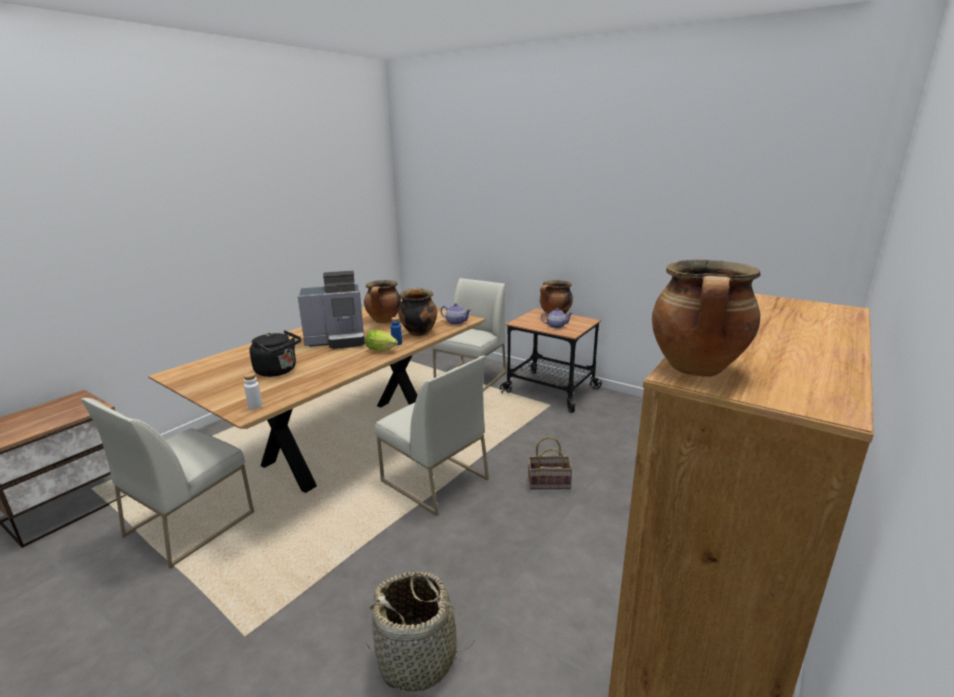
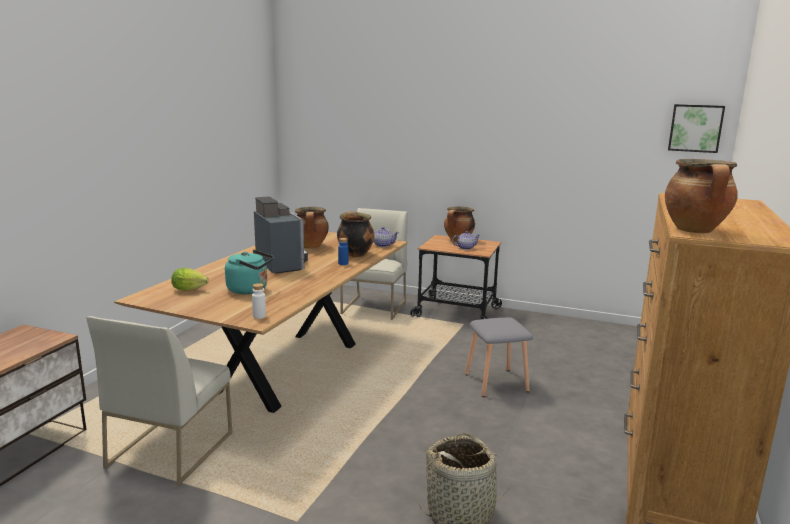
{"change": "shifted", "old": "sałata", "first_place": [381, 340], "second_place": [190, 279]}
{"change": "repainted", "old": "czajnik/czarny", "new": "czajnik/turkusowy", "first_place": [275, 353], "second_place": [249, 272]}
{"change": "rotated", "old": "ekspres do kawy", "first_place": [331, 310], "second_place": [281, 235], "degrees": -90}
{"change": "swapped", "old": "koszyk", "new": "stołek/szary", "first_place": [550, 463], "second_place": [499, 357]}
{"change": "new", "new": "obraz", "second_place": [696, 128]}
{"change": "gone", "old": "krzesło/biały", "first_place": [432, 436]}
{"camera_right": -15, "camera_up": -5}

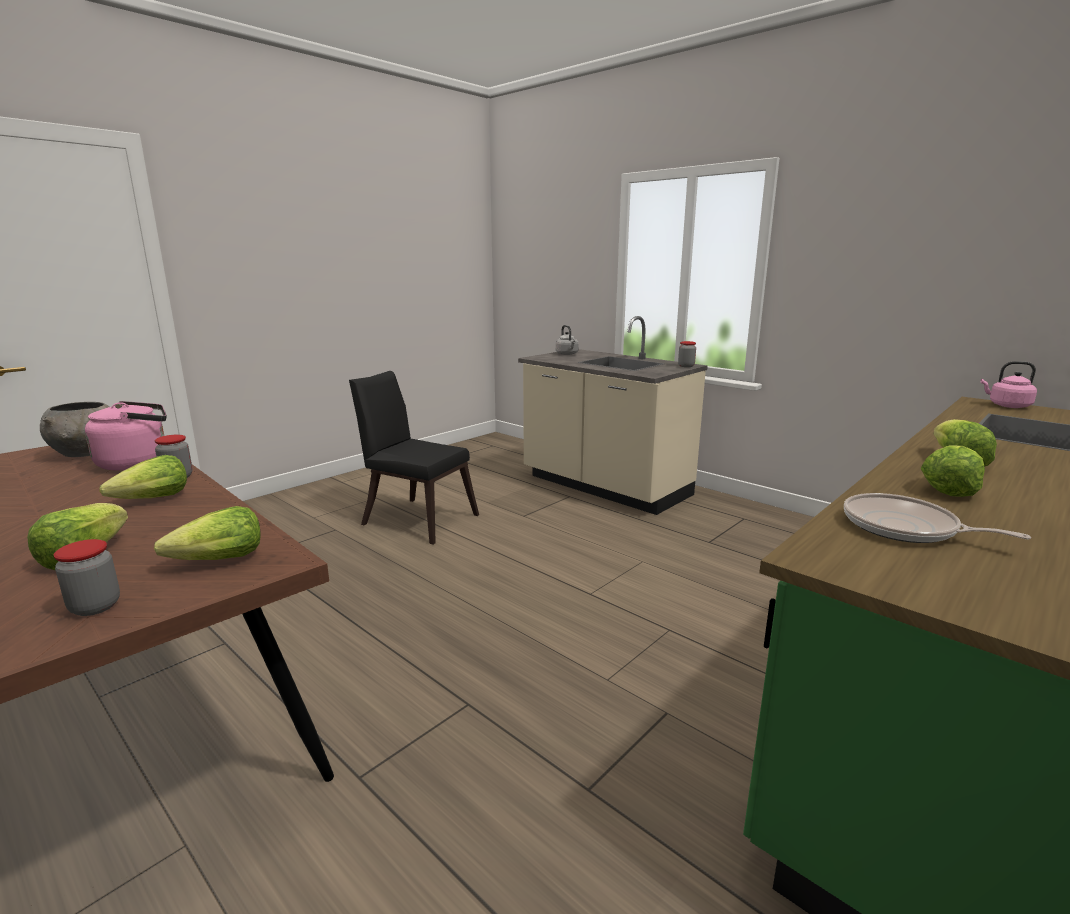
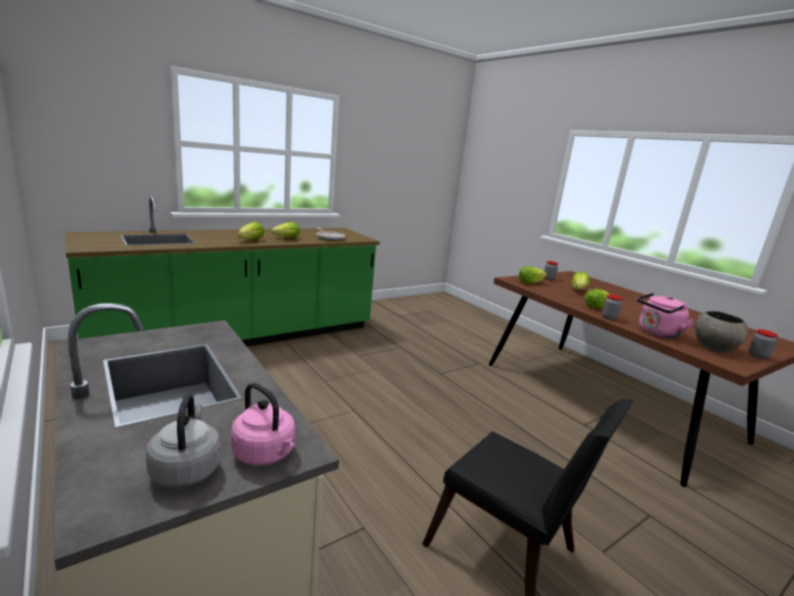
{"change": "shifted", "old": "czajnik/różowy", "first_place": [1008, 384], "second_place": [263, 424]}
{"change": "shifted", "old": "słoik", "first_place": [687, 354], "second_place": [763, 344]}
{"camera_right": -170, "camera_up": 0}

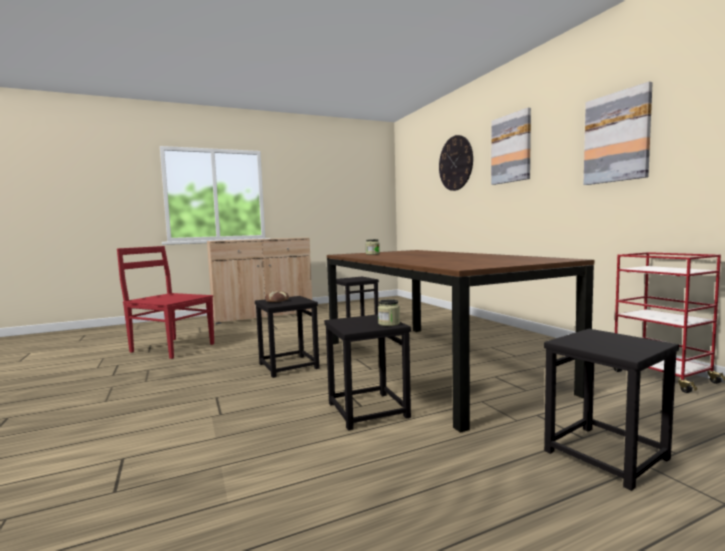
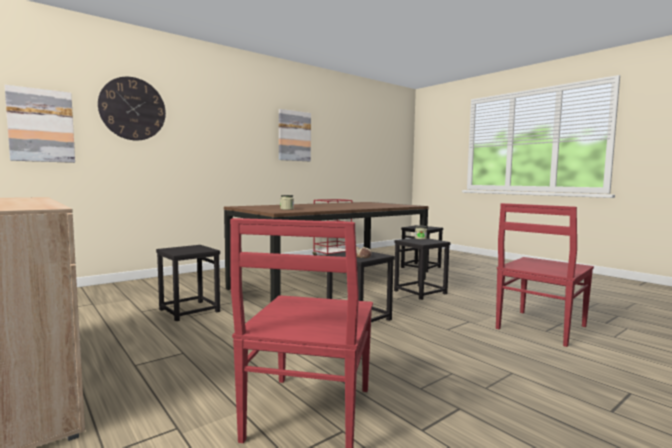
{"change": "shifted", "old": "obraz", "first_place": [511, 146], "second_place": [40, 124]}
{"change": "new", "new": "krzesło/czerwony", "second_place": [545, 275]}
{"camera_right": -105, "camera_up": 0}

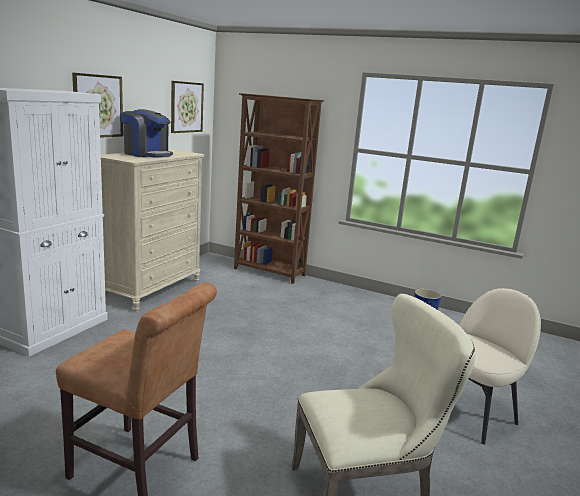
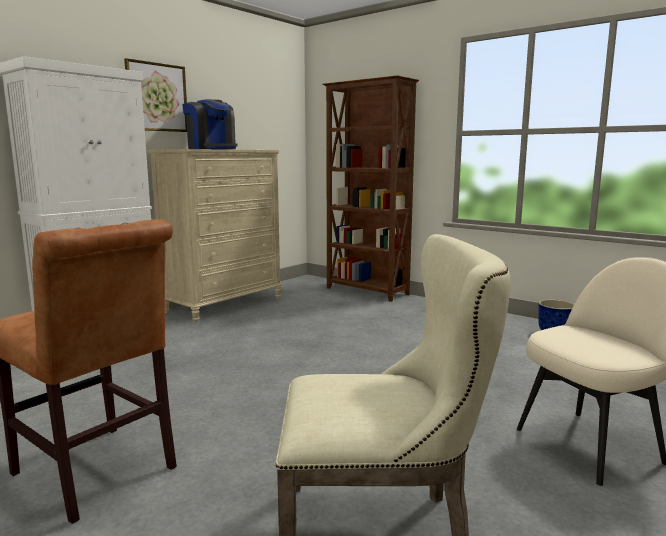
{"change": "gone", "old": "obraz", "first_place": [187, 107]}
{"camera_right": 15, "camera_up": -5}

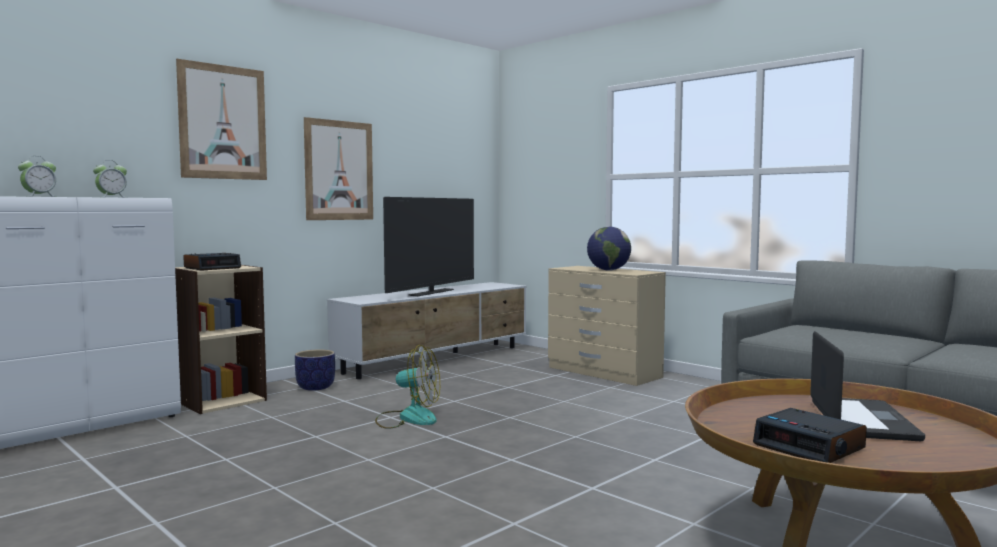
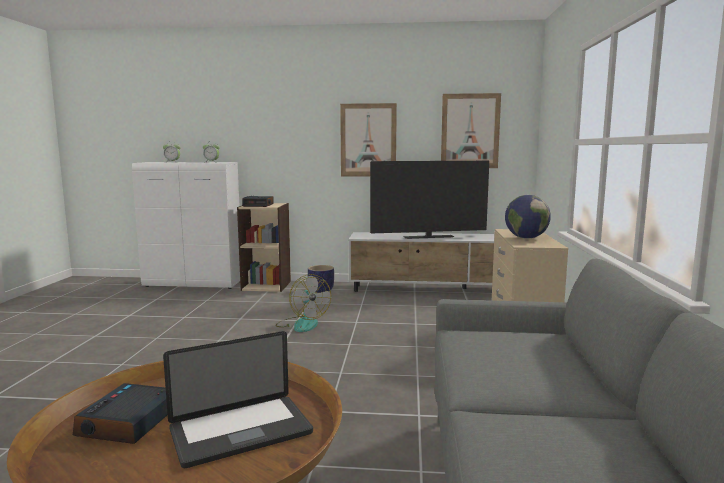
{"change": "shifted", "old": "obraz", "first_place": [221, 119], "second_place": [471, 130]}
{"camera_right": 50, "camera_up": 5}

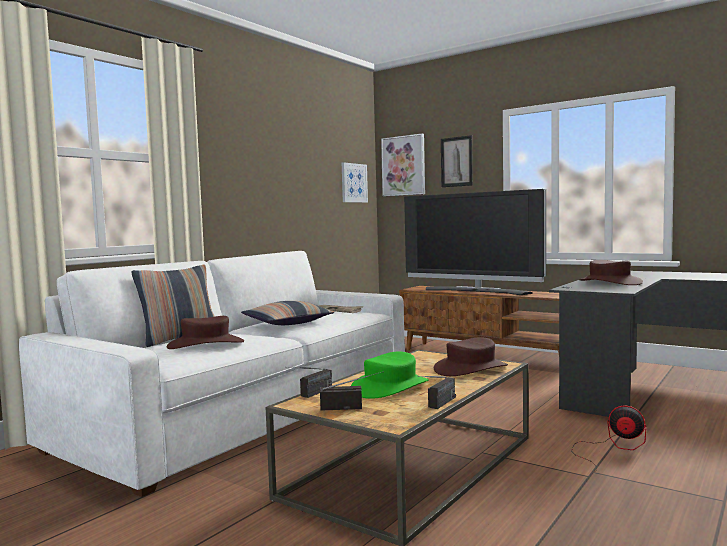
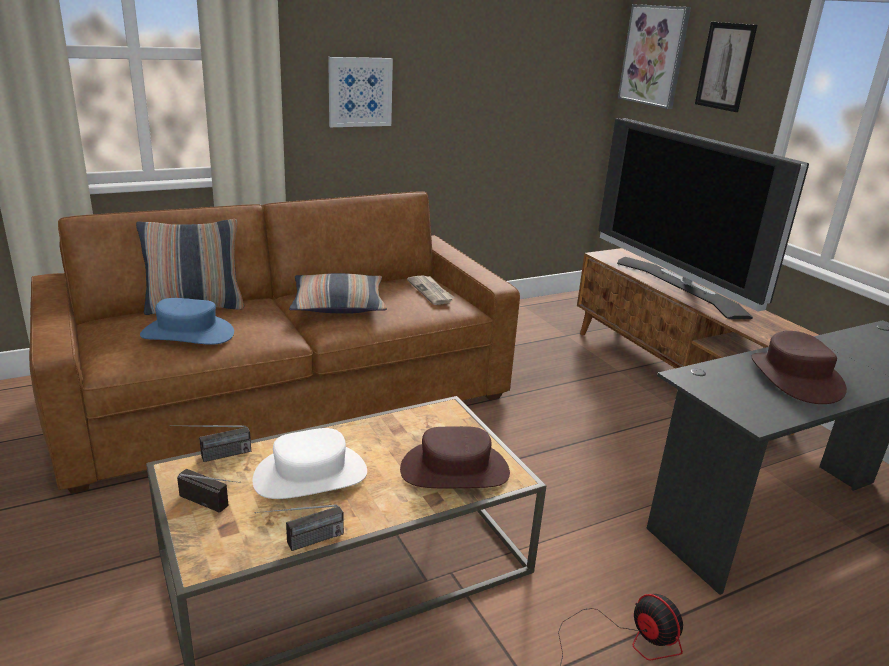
{"change": "repainted", "old": "kanapa/biały", "new": "kanapa/brązowy", "first_place": [212, 374], "second_place": [274, 343]}
{"change": "repainted", "old": "kapelusz/brązowy", "new": "kapelusz/niebieski", "first_place": [205, 332], "second_place": [187, 321]}
{"change": "repainted", "old": "kapelusz/zielony", "new": "kapelusz/biały", "first_place": [390, 375], "second_place": [310, 463]}
{"change": "shifted", "old": "obraz", "first_place": [355, 182], "second_place": [360, 92]}
{"camera_right": 25, "camera_up": 20}

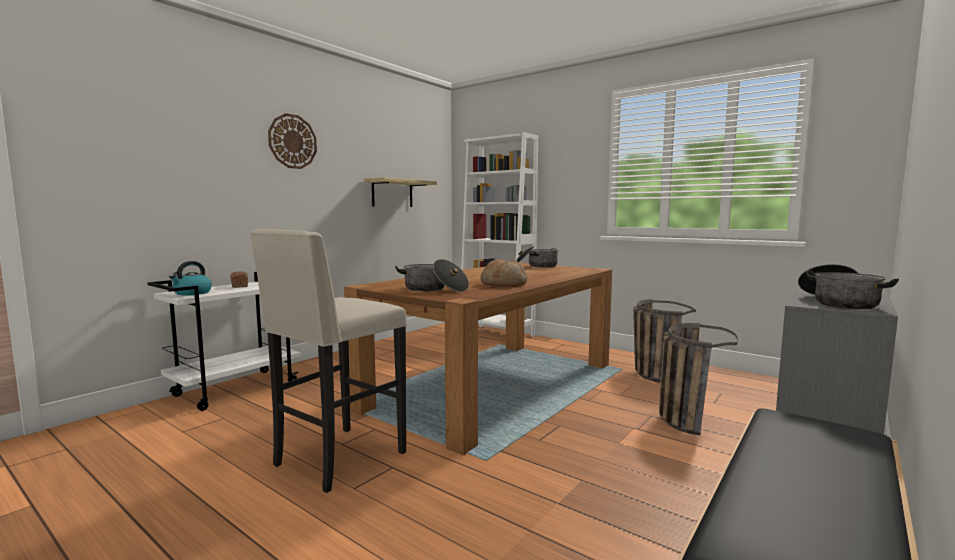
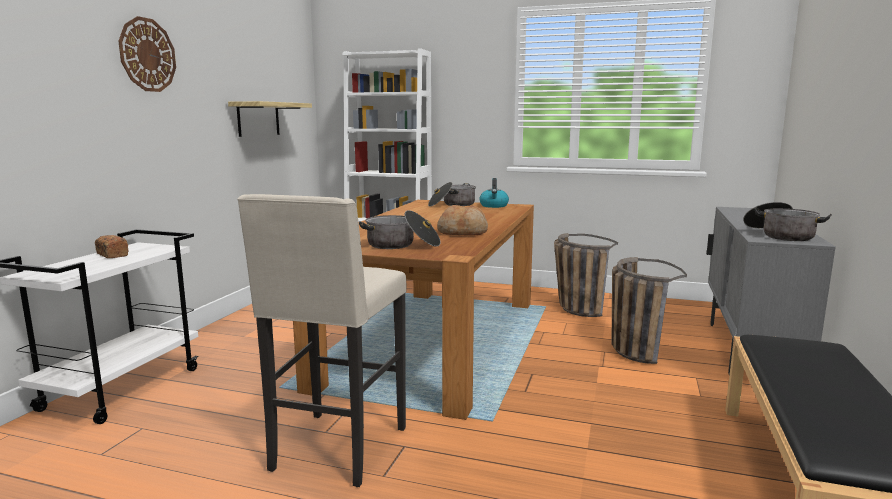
{"change": "shifted", "old": "czajnik", "first_place": [190, 278], "second_place": [494, 193]}
{"camera_right": -20, "camera_up": 5}

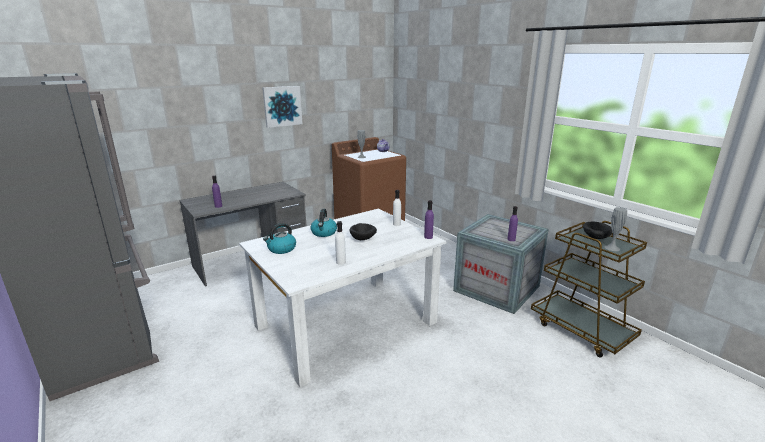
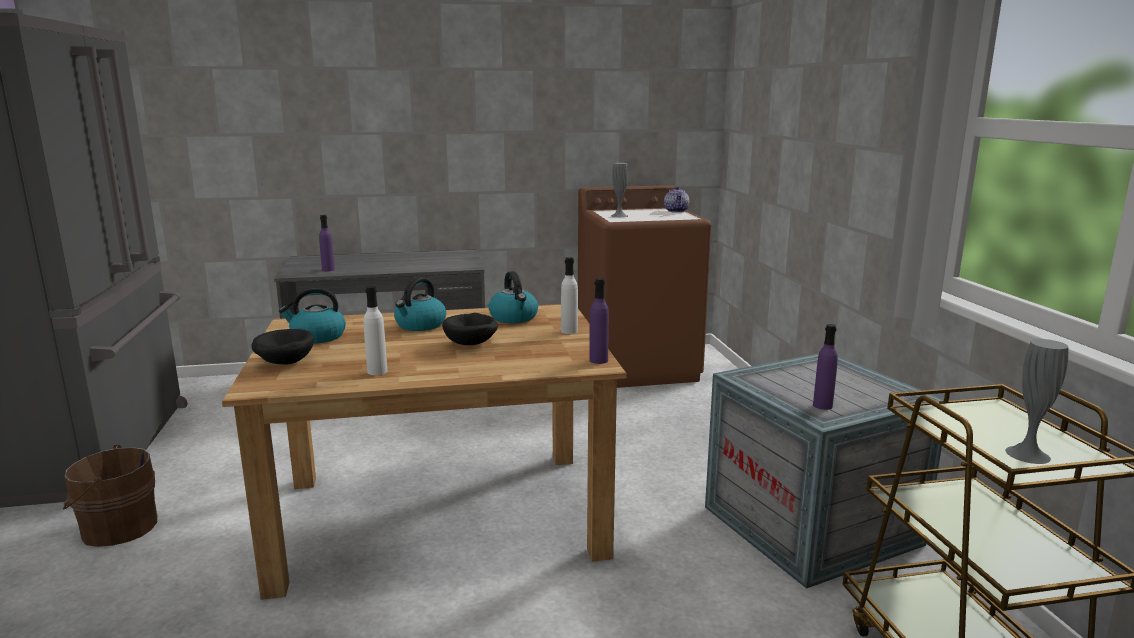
{"change": "new", "new": "wiadro/brązowy", "second_place": [110, 495]}
{"change": "repainted", "old": "stół jadalny/biały", "new": "stół jadalny/brązowy", "first_place": [343, 297], "second_place": [424, 452]}
{"change": "shifted", "old": "miska/czarny", "first_place": [597, 230], "second_place": [283, 347]}
{"change": "new", "new": "czajnik", "second_place": [513, 297]}
{"change": "gone", "old": "obraz", "first_place": [282, 107]}
{"camera_right": 25, "camera_up": -5}

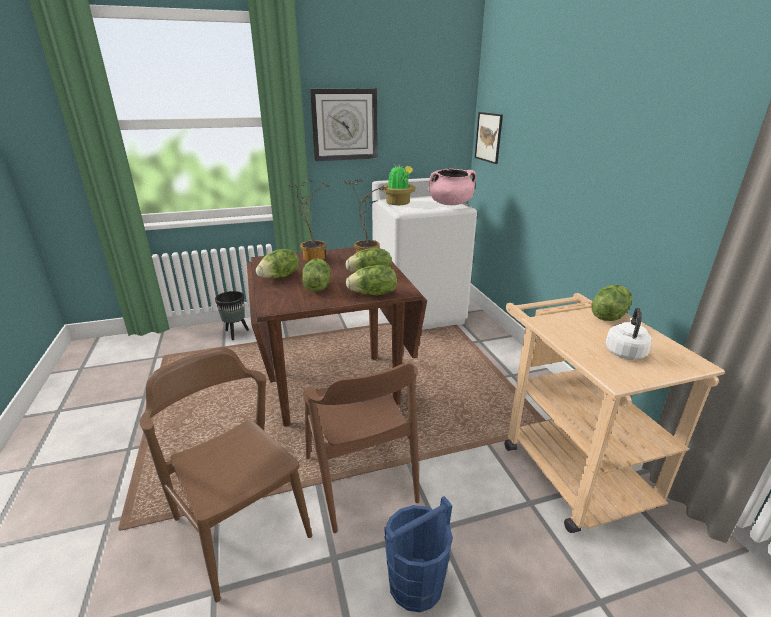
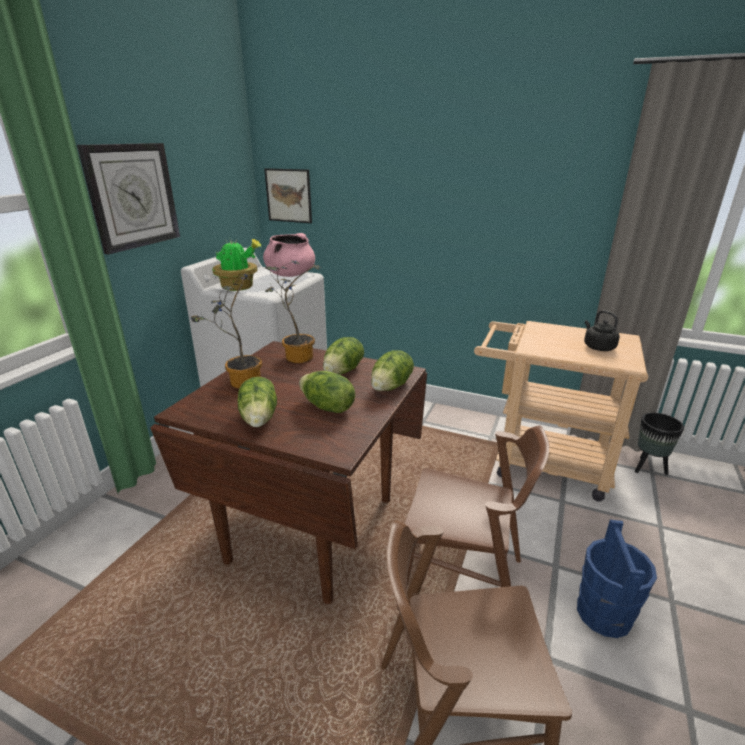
{"change": "repainted", "old": "czajnik/biały", "new": "czajnik/czarny", "first_place": [629, 333], "second_place": [602, 330]}
{"change": "shifted", "old": "donica/czarny", "first_place": [232, 315], "second_place": [659, 444]}
{"change": "gone", "old": "sałata", "first_place": [611, 302]}
{"camera_right": -50, "camera_up": 0}

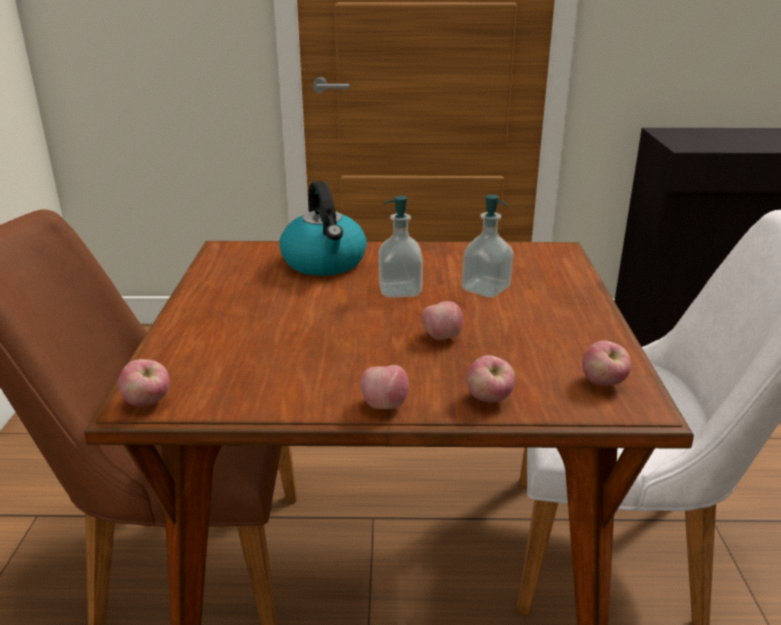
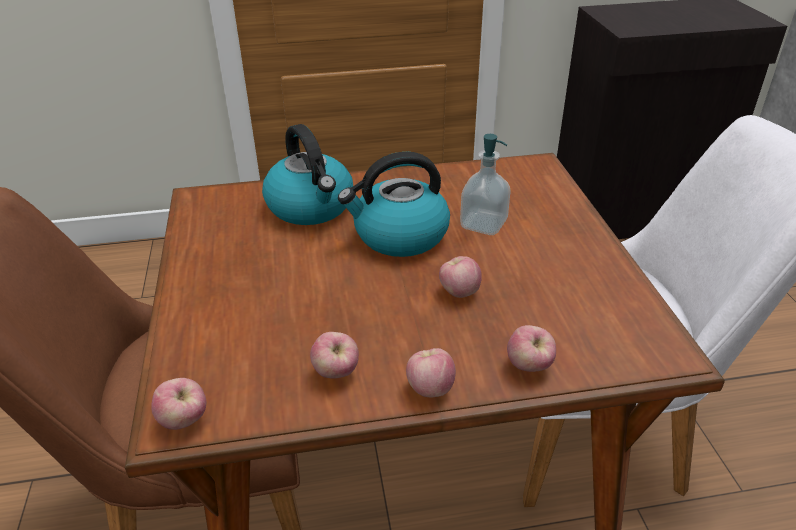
{"change": "shifted", "old": "jabłko", "first_place": [606, 363], "second_place": [334, 355]}
{"change": "swapped", "old": "dozownik mydła", "new": "czajnik", "first_place": [401, 247], "second_place": [394, 204]}
{"camera_right": -10, "camera_up": 10}

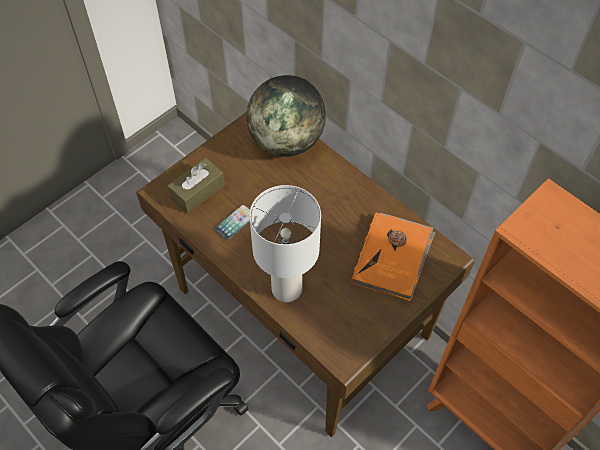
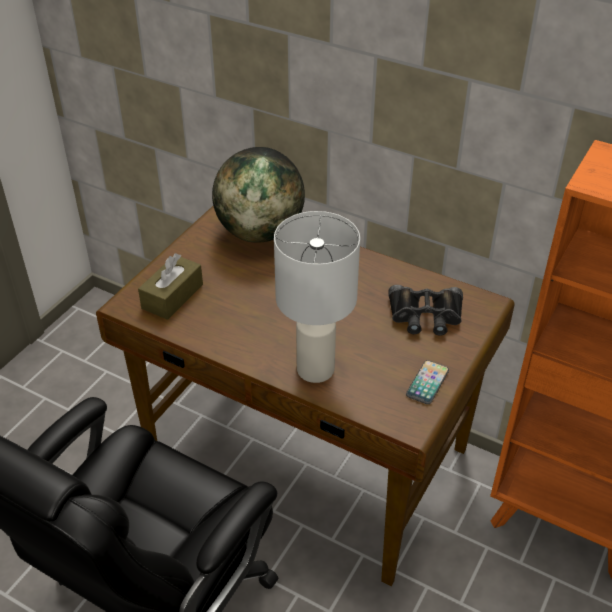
{"change": "swapped", "old": "książka/pomarańczowy", "new": "lornetka/czarny", "first_place": [393, 257], "second_place": [425, 310]}
{"change": "shifted", "old": "telefon", "first_place": [232, 222], "second_place": [427, 382]}
{"camera_right": -15, "camera_up": -15}

